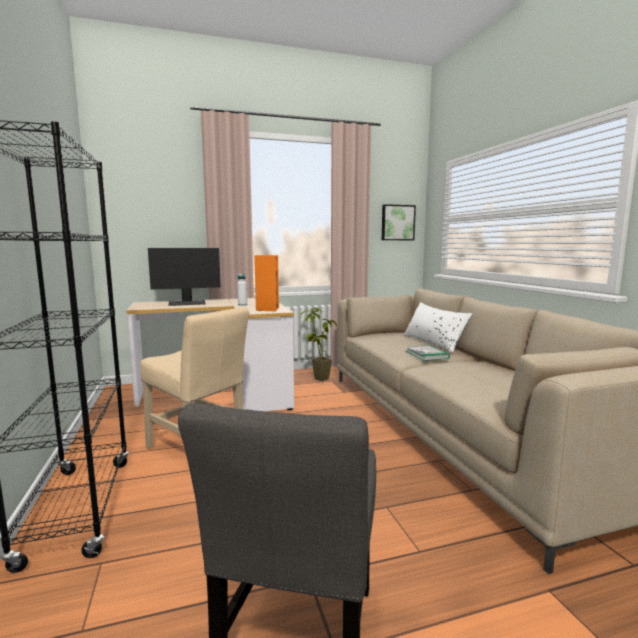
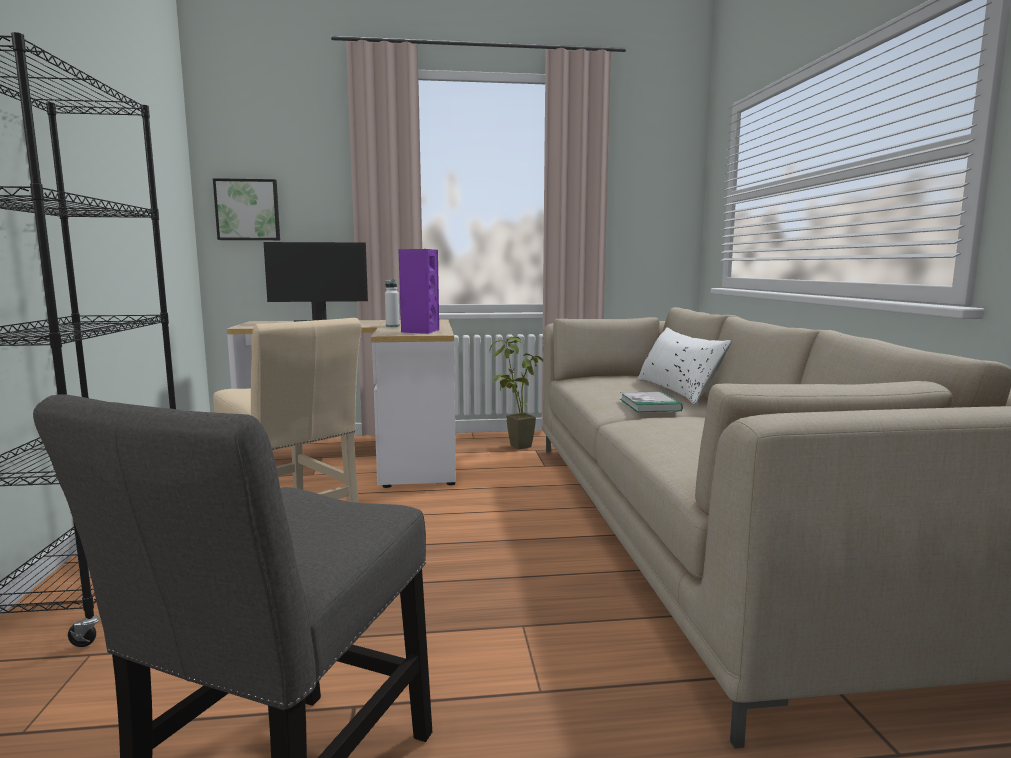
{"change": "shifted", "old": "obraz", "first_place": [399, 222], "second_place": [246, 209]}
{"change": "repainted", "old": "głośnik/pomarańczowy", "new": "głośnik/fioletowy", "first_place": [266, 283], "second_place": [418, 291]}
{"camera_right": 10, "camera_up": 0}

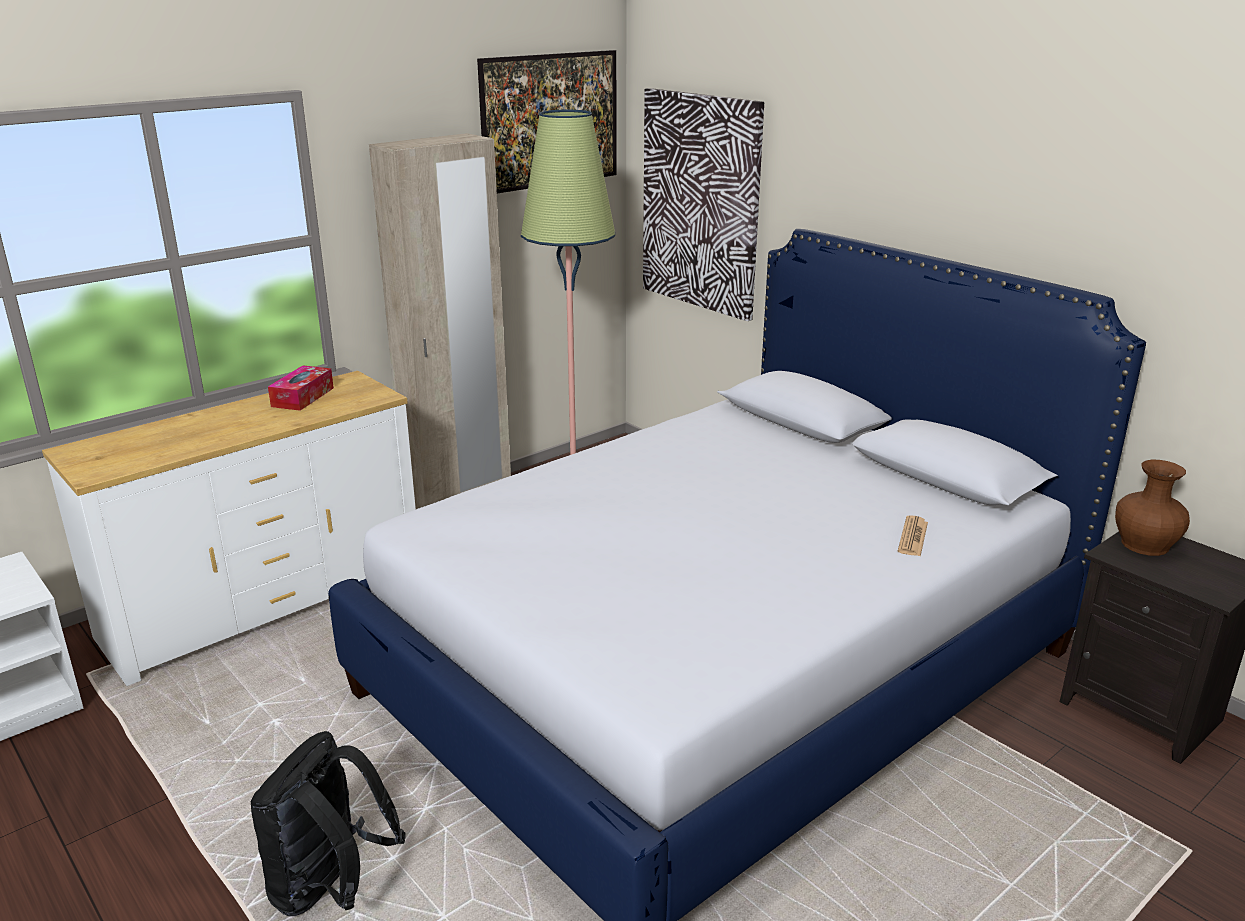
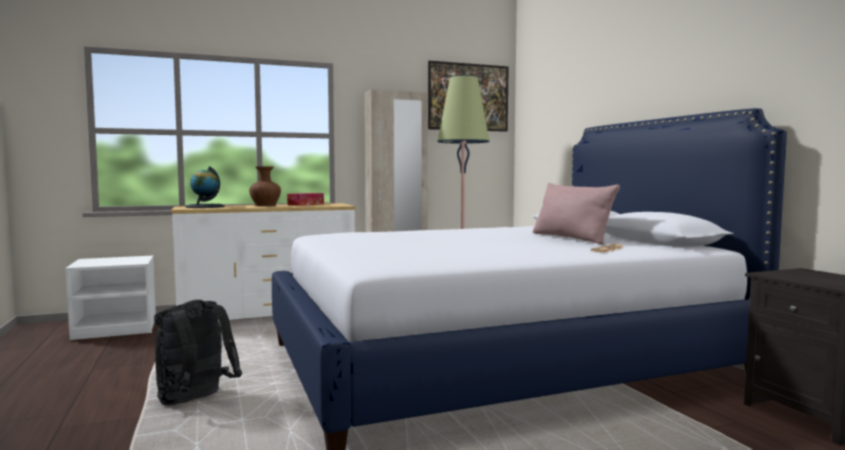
{"change": "new", "new": "globus", "second_place": [205, 187]}
{"change": "shifted", "old": "wazon/brązowy", "first_place": [1152, 508], "second_place": [265, 186]}
{"change": "new", "new": "poduszka/różowy", "second_place": [576, 213]}
{"change": "gone", "old": "obraz", "first_place": [703, 204]}
{"camera_right": 20, "camera_up": -20}

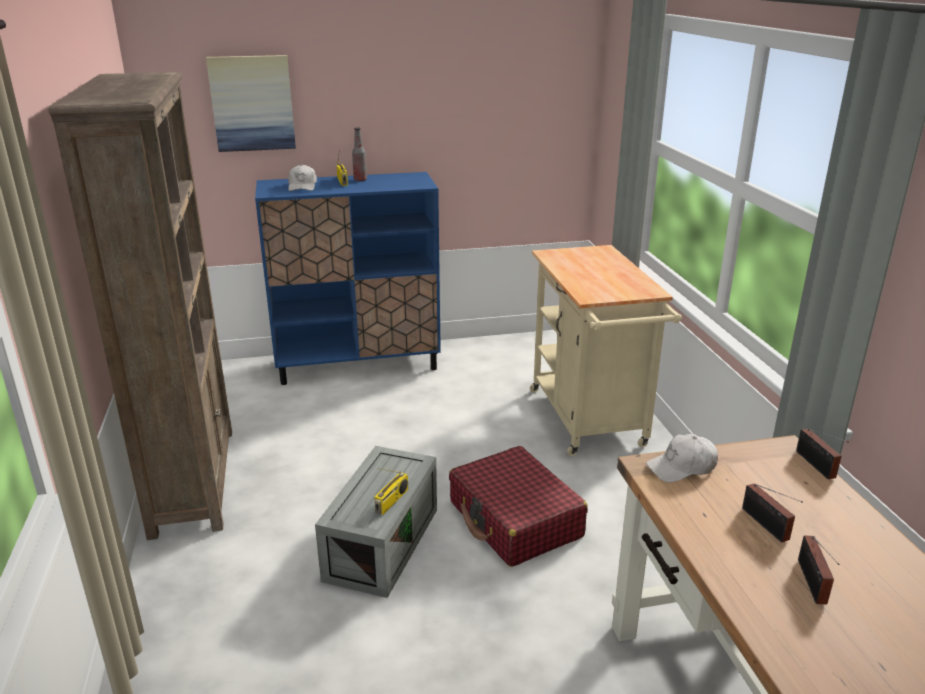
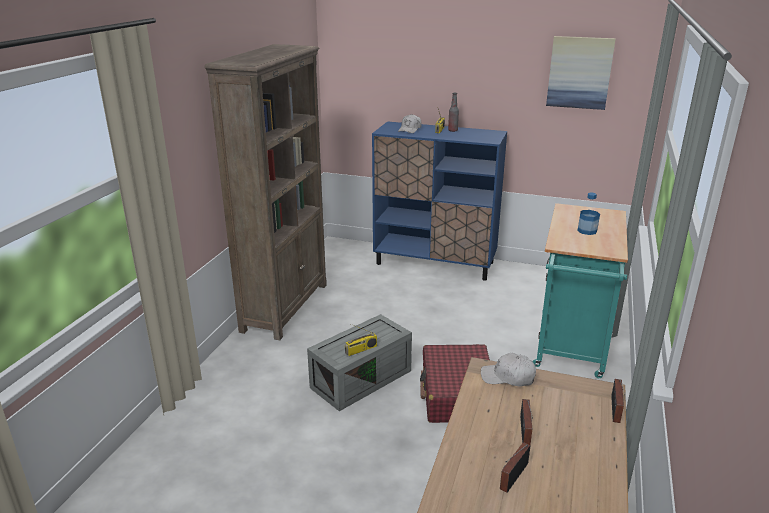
{"change": "repainted", "old": "wózek/beżowy", "new": "wózek/turkusowy", "first_place": [606, 350], "second_place": [580, 290]}
{"change": "shifted", "old": "obraz", "first_place": [251, 103], "second_place": [581, 73]}
{"change": "new", "new": "butelka", "second_place": [588, 214]}
{"camera_right": 30, "camera_up": 0}

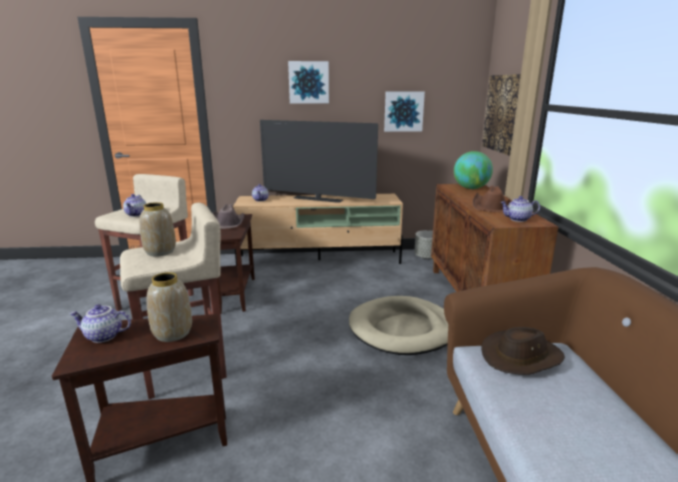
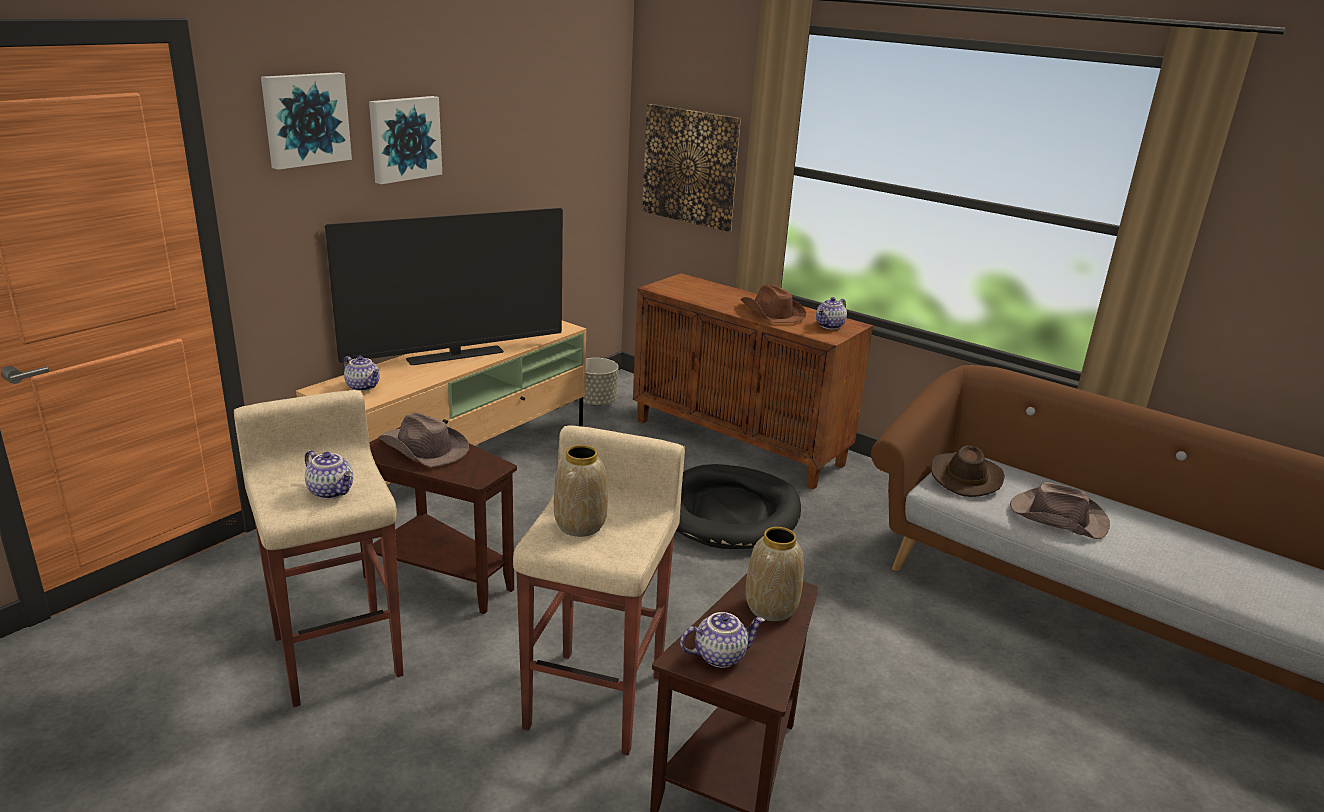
{"change": "shifted", "old": "obraz", "first_place": [404, 112], "second_place": [306, 121]}
{"change": "repainted", "old": "legowisko/beżowy", "new": "legowisko/czarny", "first_place": [398, 325], "second_place": [738, 506]}
{"change": "rotated", "old": "imbryk", "first_place": [100, 323], "second_place": [722, 640], "degrees": -150}
{"change": "new", "new": "kapelusz/brązowy", "second_place": [1060, 510]}
{"change": "gone", "old": "globus", "first_place": [473, 170]}
{"camera_right": -50, "camera_up": 5}

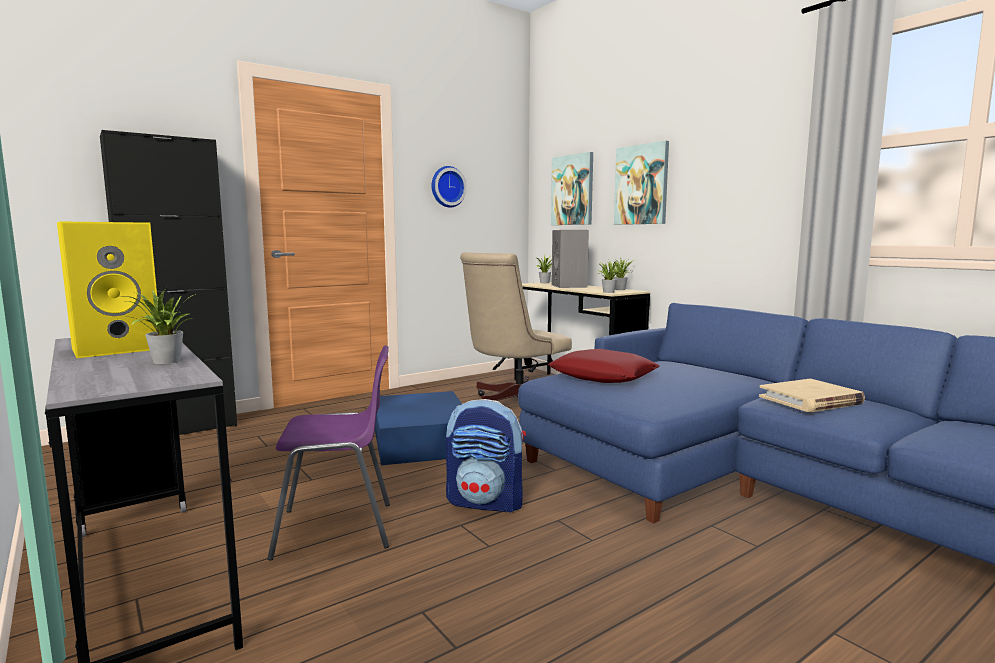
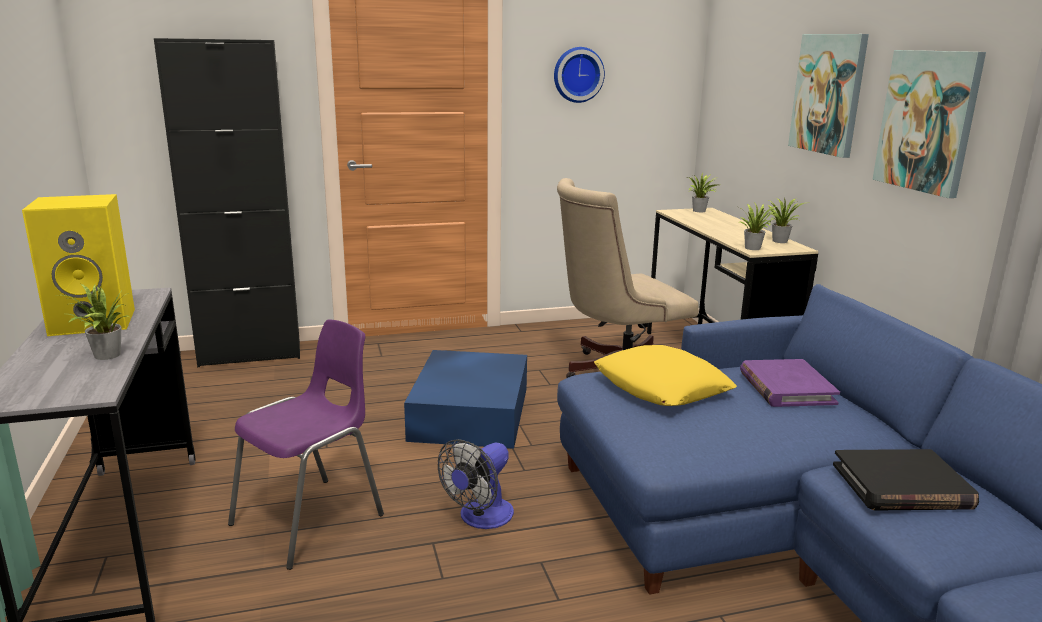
{"change": "rotated", "old": "krzesło/fioletowy", "first_place": [329, 453], "second_place": [306, 444], "degrees": -60}
{"change": "swapped", "old": "plecak", "new": "wentylator", "first_place": [486, 456], "second_place": [476, 484]}
{"change": "repainted", "old": "poduszka/czerwony", "new": "poduszka/żółty", "first_place": [604, 366], "second_place": [665, 375]}
{"change": "new", "new": "książka/fioletowy", "second_place": [790, 383]}
{"change": "repainted", "old": "książka/beżowy", "new": "książka/czarny", "first_place": [812, 395], "second_place": [906, 480]}
{"change": "shifted", "old": "obraz", "first_place": [572, 188], "second_place": [929, 124]}
{"change": "gone", "old": "głośnik/szary", "first_place": [570, 259]}
{"camera_right": 20, "camera_up": 10}

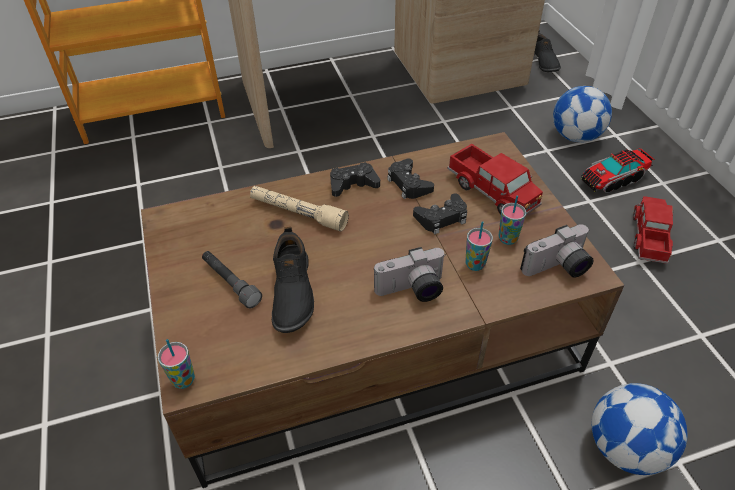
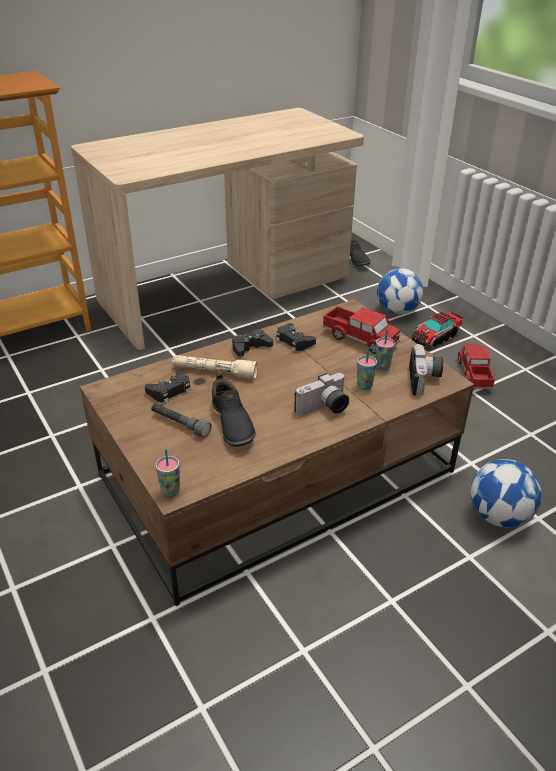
{"change": "shifted", "old": "pad do gier/czarny", "first_place": [440, 213], "second_place": [167, 387]}
{"change": "rotated", "old": "aparat fotograficzny", "first_place": [557, 251], "second_place": [426, 370], "degrees": -45}
{"camera_right": -15, "camera_up": -10}

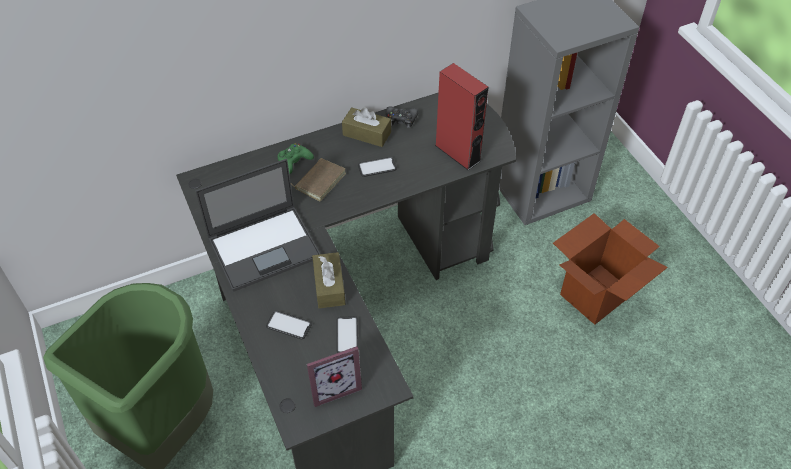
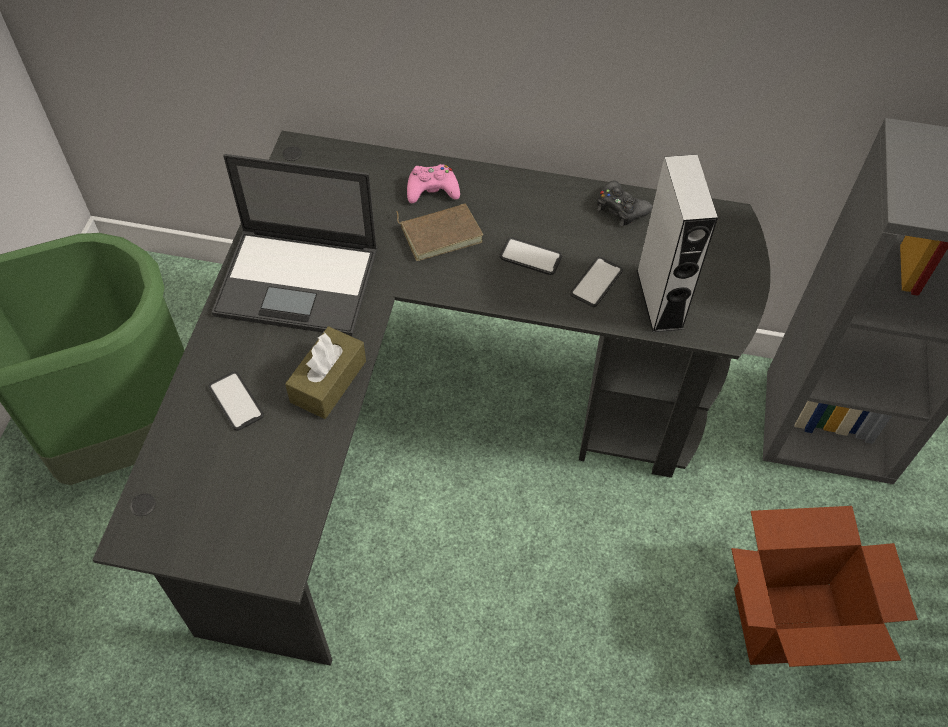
{"change": "repainted", "old": "pad do gier/zielony", "new": "pad do gier/różowy", "first_place": [296, 158], "second_place": [433, 183]}
{"change": "shifted", "old": "telefon", "first_place": [347, 334], "second_place": [596, 282]}
{"change": "repainted", "old": "głośnik/czerwony", "new": "głośnik/szary", "first_place": [462, 116], "second_place": [677, 243]}
{"change": "gone", "old": "ramka na zdjęcie", "first_place": [334, 376]}
{"change": "gone", "old": "pudełko chusteczek/brązowy", "first_place": [366, 127]}
{"camera_right": 35, "camera_up": 5}

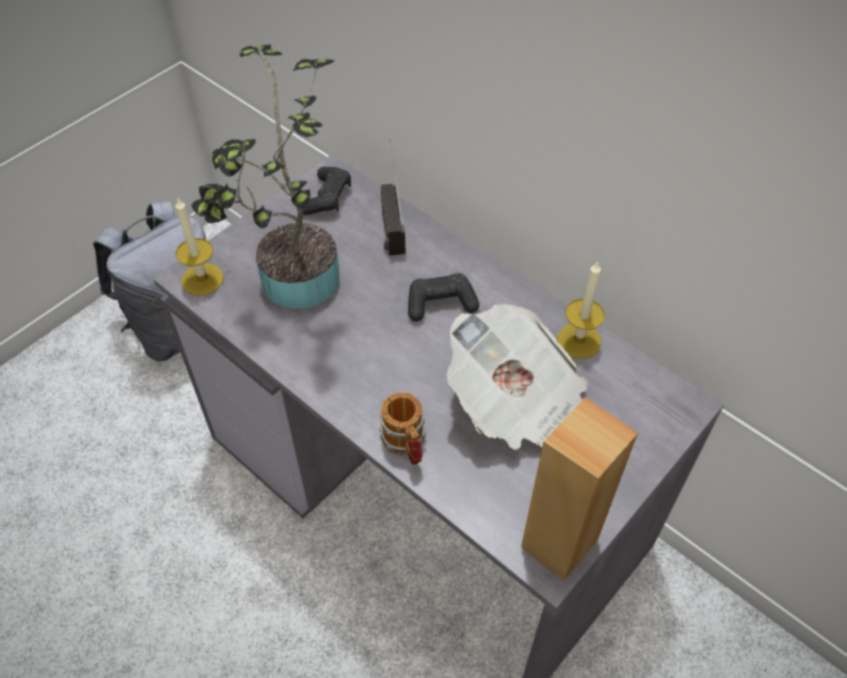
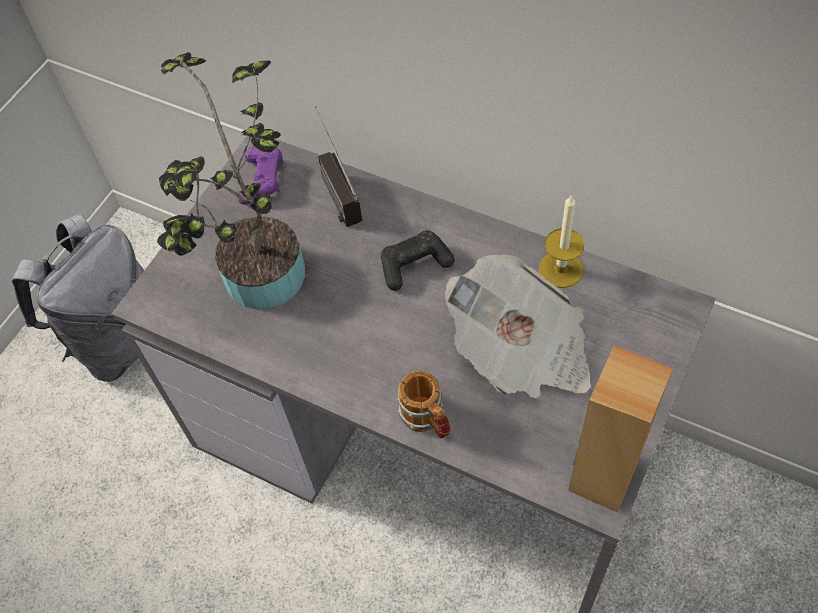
{"change": "repainted", "old": "pad do gier/czarny", "new": "pad do gier/fioletowy", "first_place": [327, 191], "second_place": [260, 176]}
{"change": "gone", "old": "świeca", "first_place": [199, 246]}
{"camera_right": -10, "camera_up": 5}

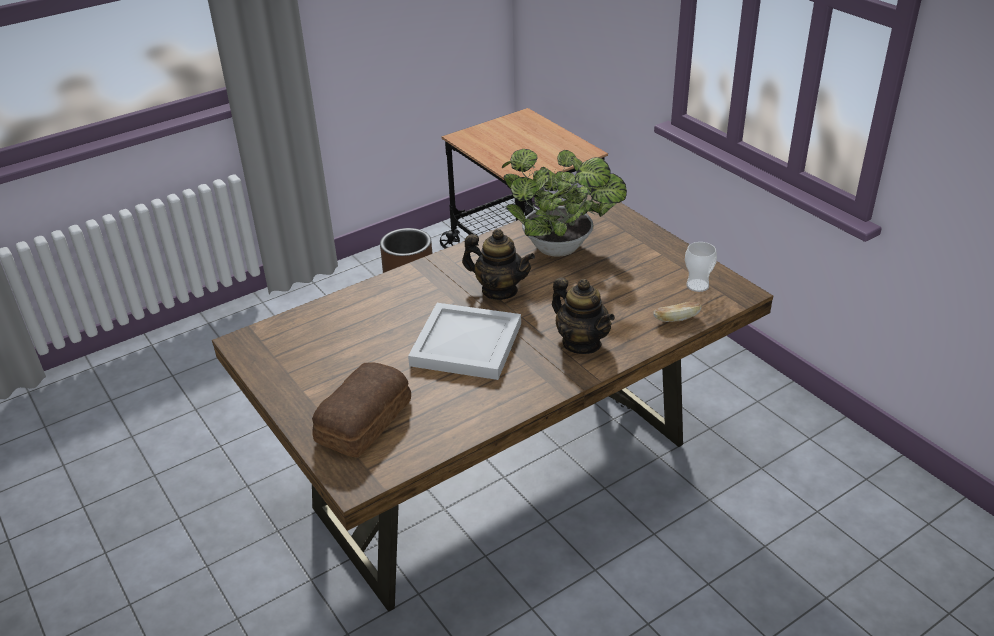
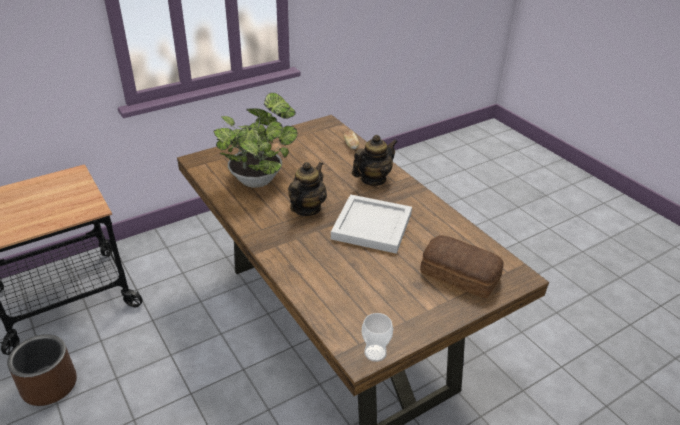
{"change": "shifted", "old": "filiżanka", "first_place": [701, 267], "second_place": [377, 337]}
{"camera_right": -90, "camera_up": 0}

